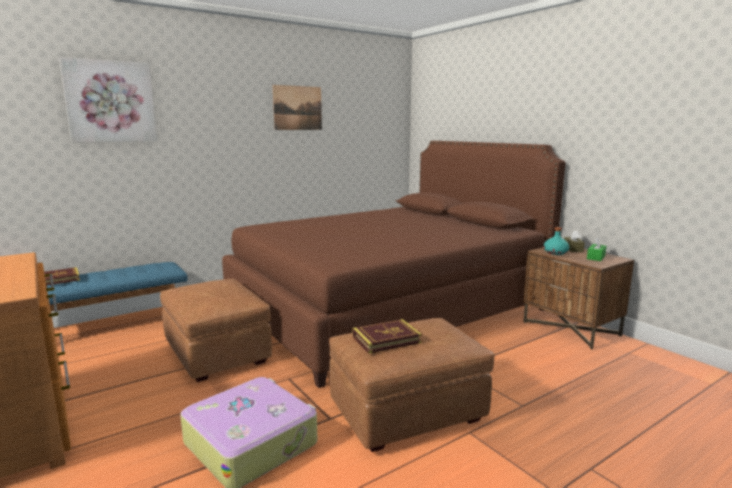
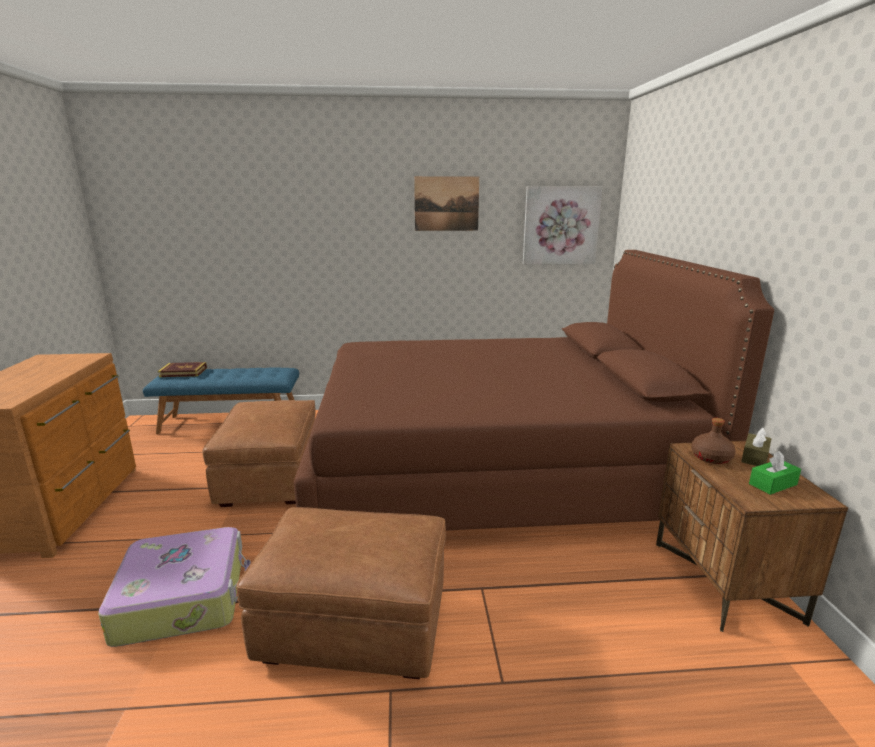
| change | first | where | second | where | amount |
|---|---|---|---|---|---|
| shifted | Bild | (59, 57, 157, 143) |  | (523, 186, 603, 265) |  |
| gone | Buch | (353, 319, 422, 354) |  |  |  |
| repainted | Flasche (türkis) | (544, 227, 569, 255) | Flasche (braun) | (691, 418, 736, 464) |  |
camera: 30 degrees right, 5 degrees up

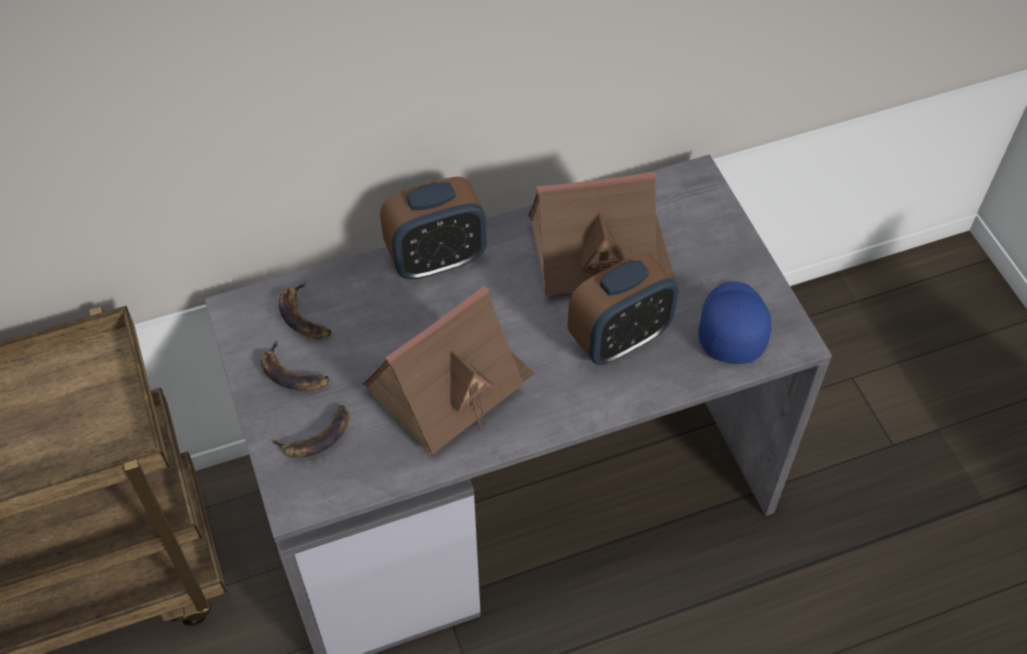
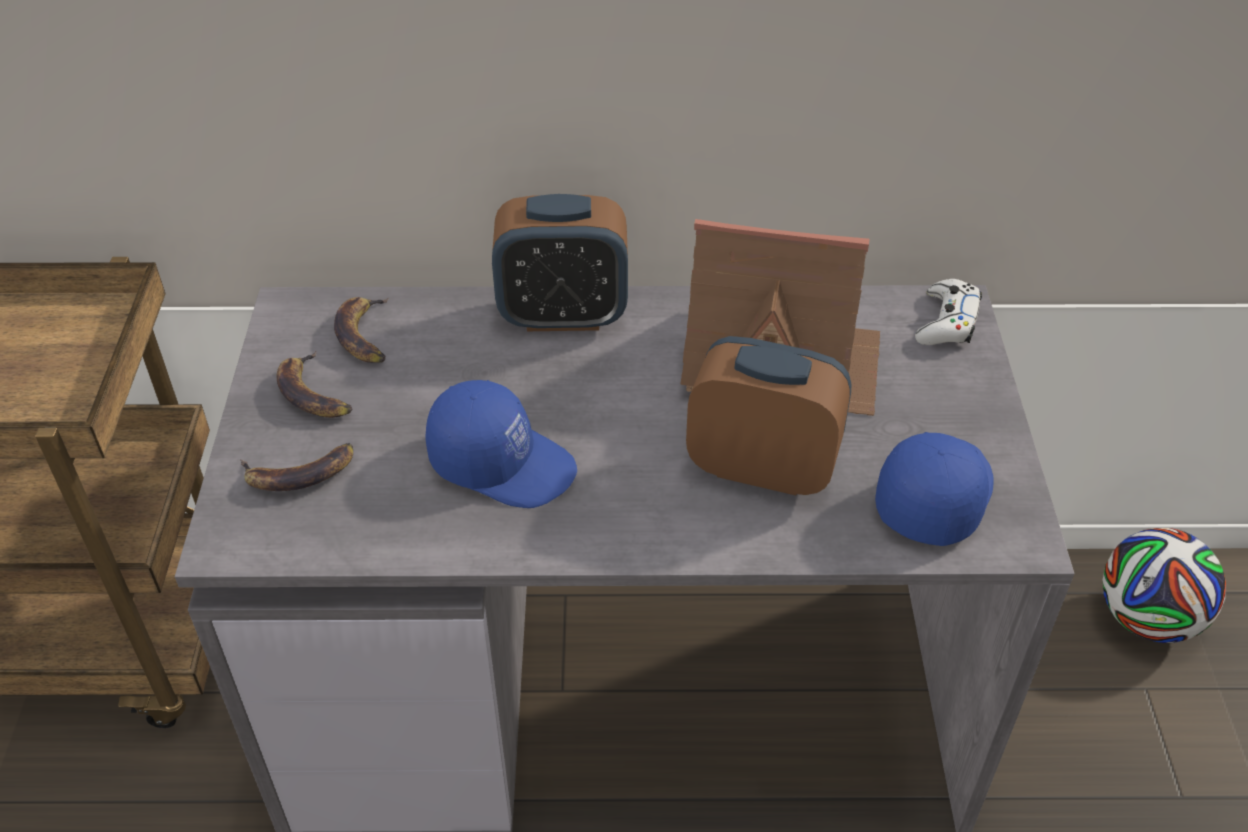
| change | first | where | second | where | amount |
|---|---|---|---|---|---|
| swapped | Spielzeughaus | (362, 286, 535, 455) | Kappe (blau) | (426, 380, 577, 508) |  |
| rotated | Wecker | (568, 252, 678, 365) |  | (686, 336, 851, 495) | 150 degrees counterclockwise |
| new |  |  | Gamepad (weiß) | (915, 279, 982, 345) |  |
| new |  |  | Fußball | (1103, 528, 1226, 643) |  |
camera: 20 degrees right, 10 degrees down

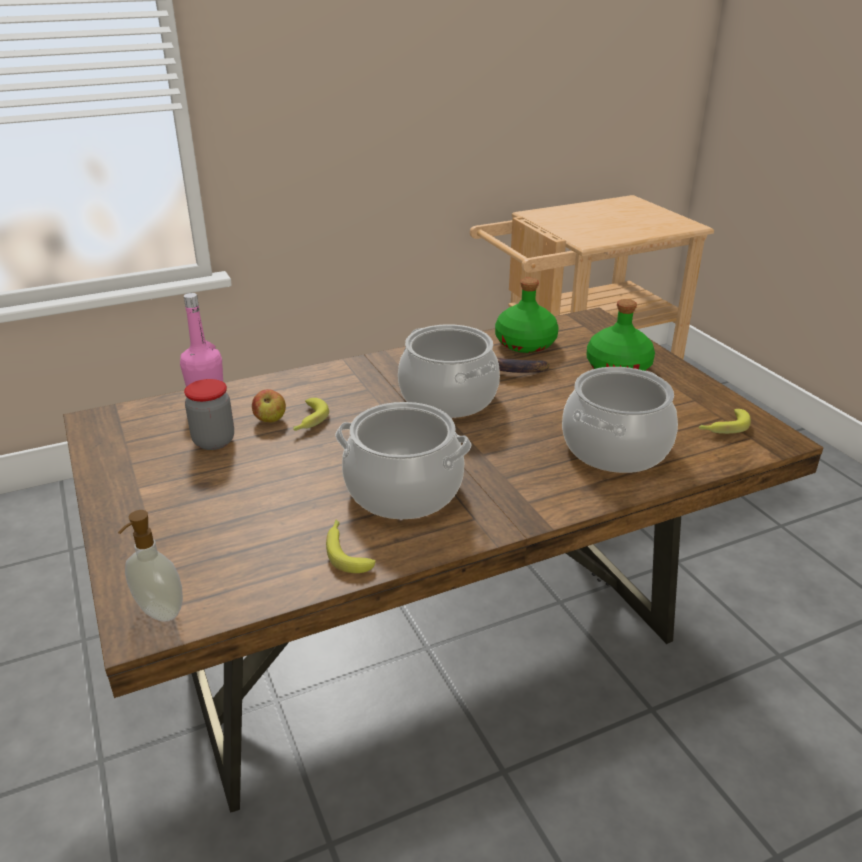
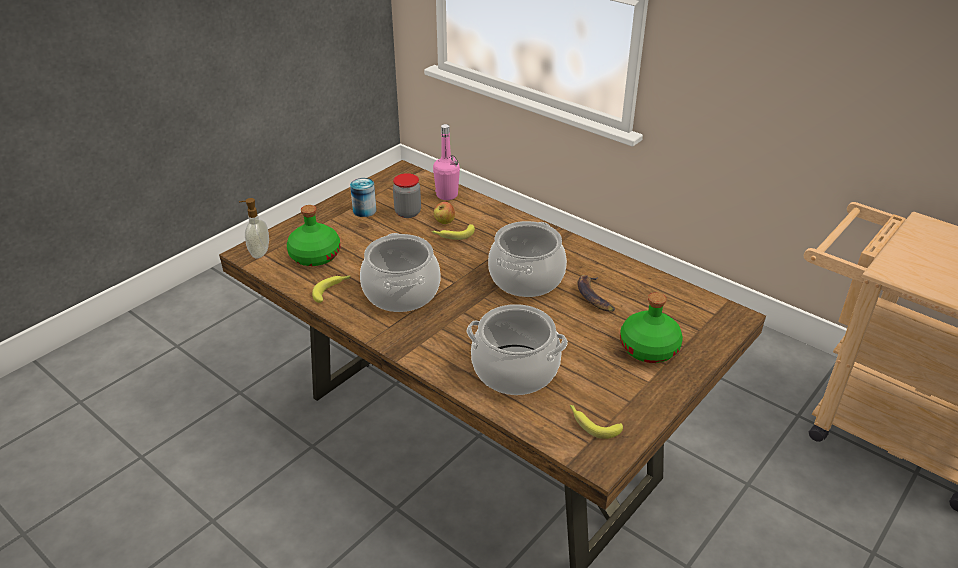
| change | first | where | second | where | amount |
|---|---|---|---|---|---|
| shifted | Flasche (grün) | (495, 278, 559, 353) |  | (287, 205, 340, 266) |  |
| new |  |  | Dose | (350, 178, 376, 217) |  |
camera: 65 degrees right, 5 degrees up

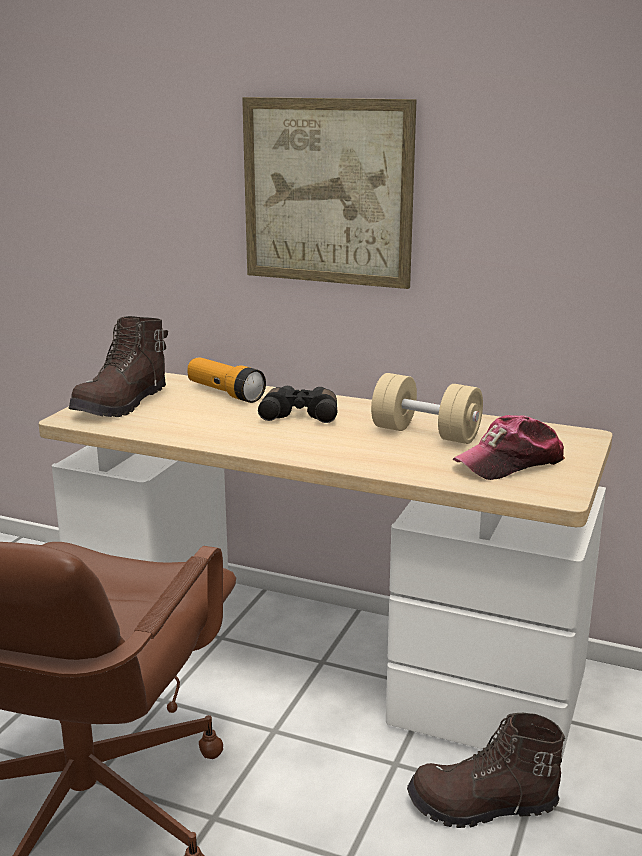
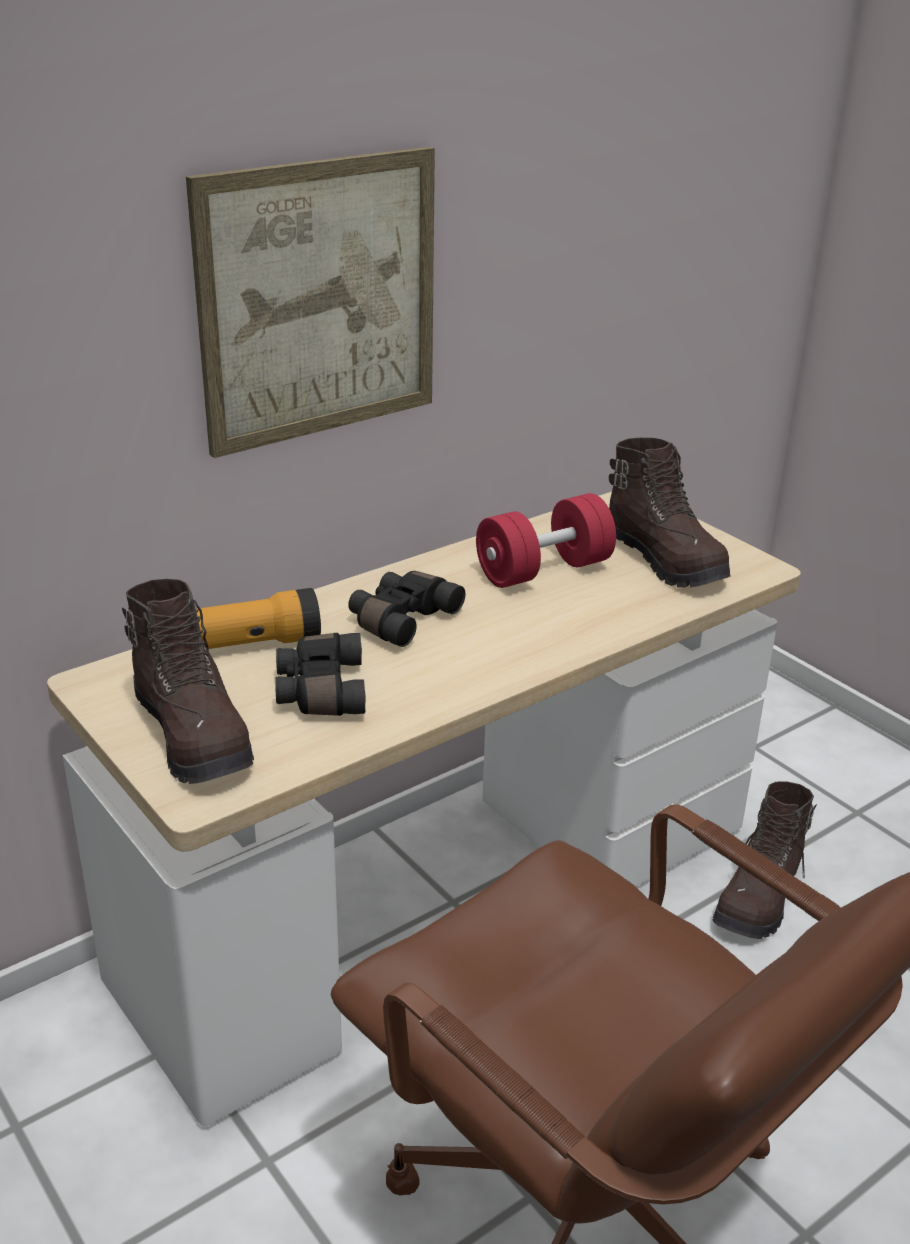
| change | first | where | second | where | amount |
|---|---|---|---|---|---|
| repainted | Hantel (beige) | (371, 373, 483, 444) | Hantel (rot) | (476, 493, 616, 588) |  |
| swapped | Kappe | (453, 415, 565, 480) | Stiefel (braun) | (609, 438, 731, 588) |  |
| new |  |  | Fernglas (schwarz) | (275, 633, 366, 716) |  |
camera: 60 degrees left, 10 degrees up

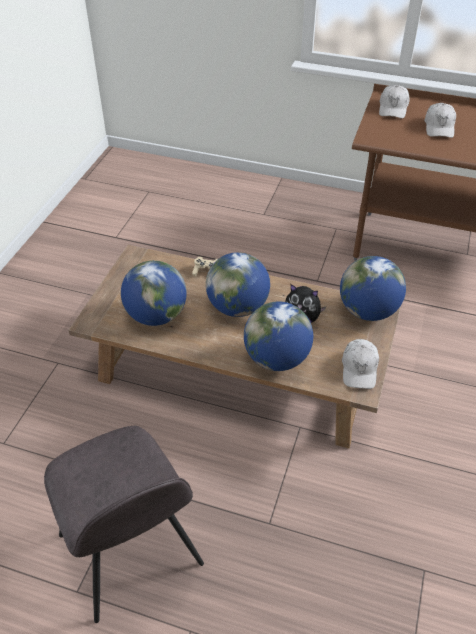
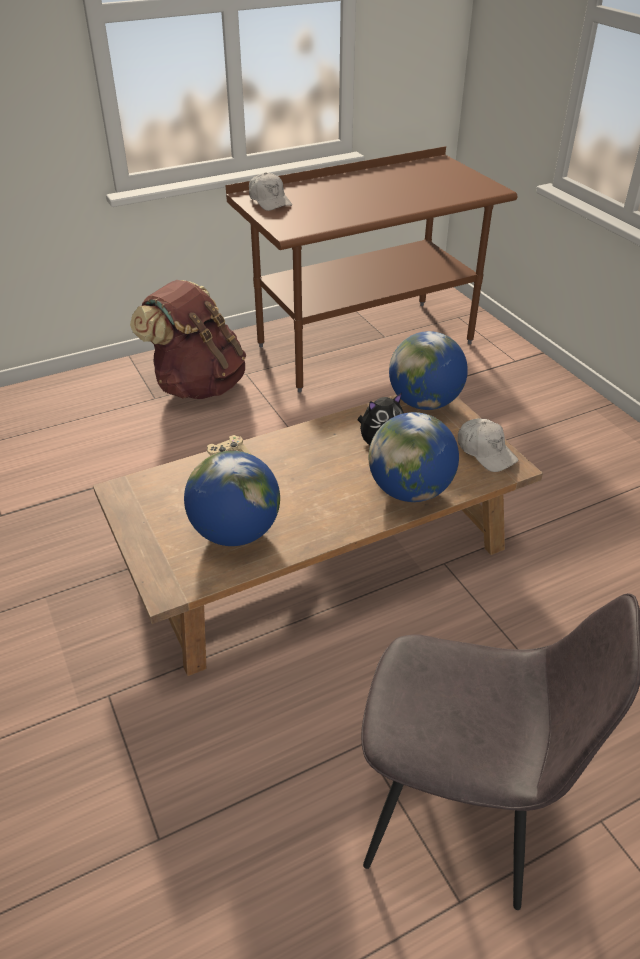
| change | first | where | second | where | amount |
|---|---|---|---|---|---|
| gone | Globus | (206, 252, 270, 317) |  |  |  |
| gone | Kappe (weiß) | (424, 103, 456, 138) |  |  |  |
| new |  |  | Rucksack (braun) | (130, 280, 246, 399) |  |
camera: 45 degrees left, 5 degrees down

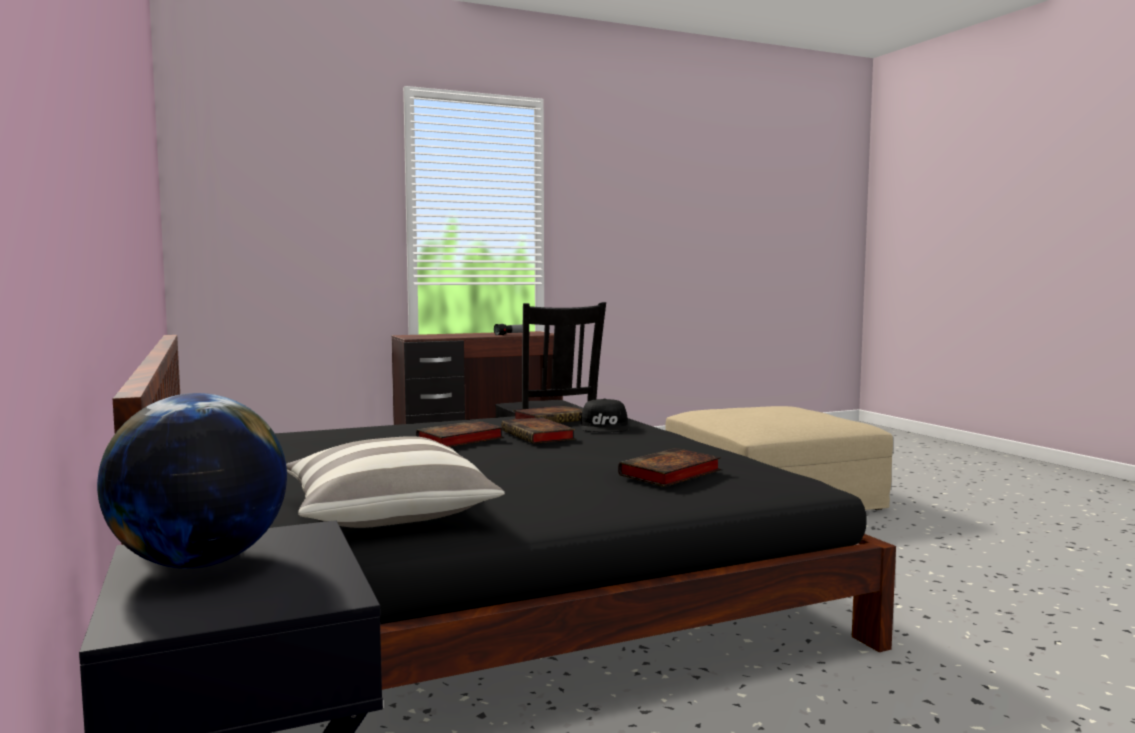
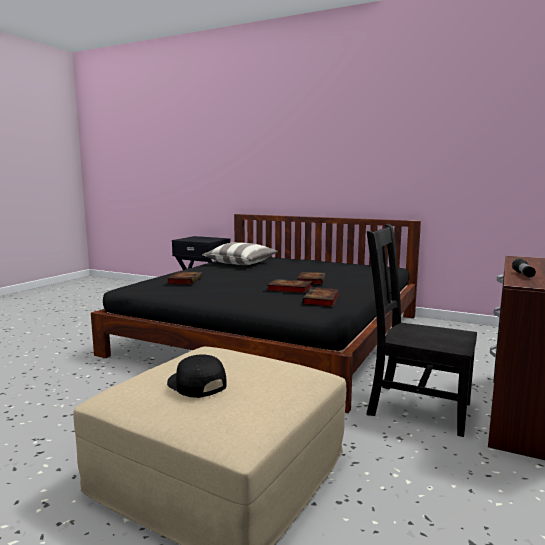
| change | first | where | second | where | amount |
|---|---|---|---|---|---|
| gone | Globus | (97, 393, 287, 568) |  |  |  |
| shifted | Kappe (schwarz) | (581, 398, 629, 432) |  | (167, 354, 227, 398) |  |
camera: 140 degrees right, 5 degrees up

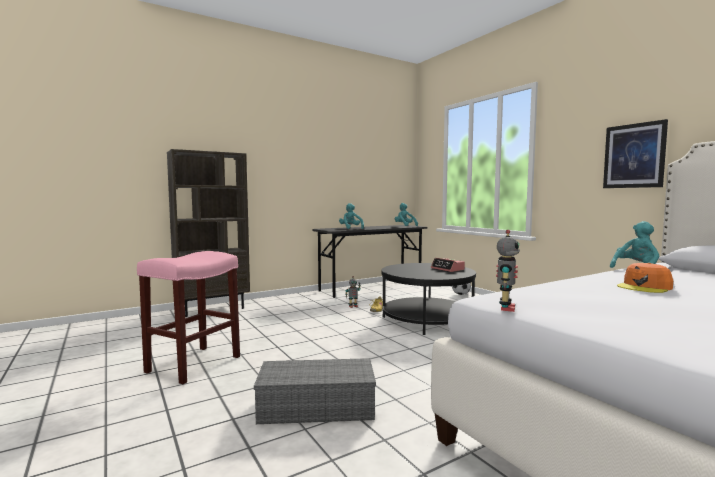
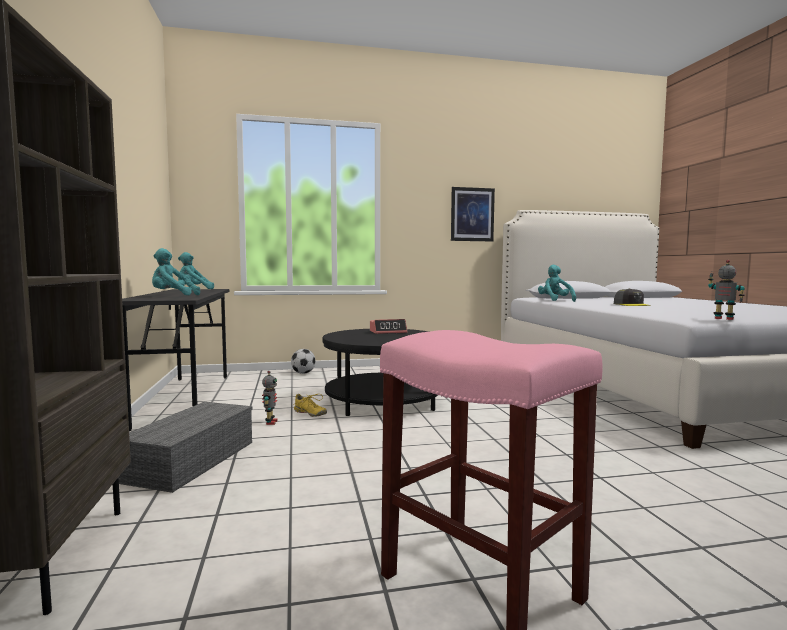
| change | first | where | second | where | amount |
|---|---|---|---|---|---|
| shifted | Aufbewahrungsbox (grau) | (254, 358, 376, 424) |  | (119, 402, 253, 493) |  |
| repainted | Kappe (orange) | (617, 263, 673, 293) | Kappe (grau) | (614, 288, 651, 306) |  |
camera: 70 degrees left, 0 degrees up

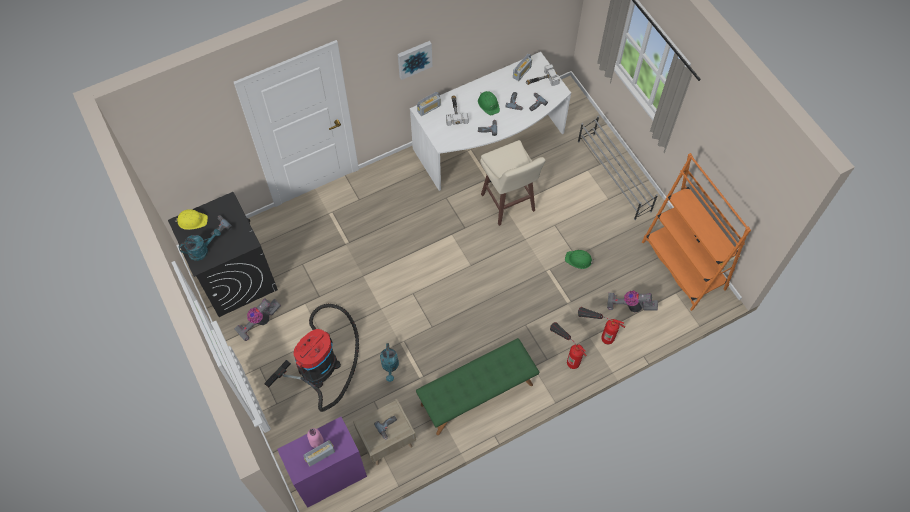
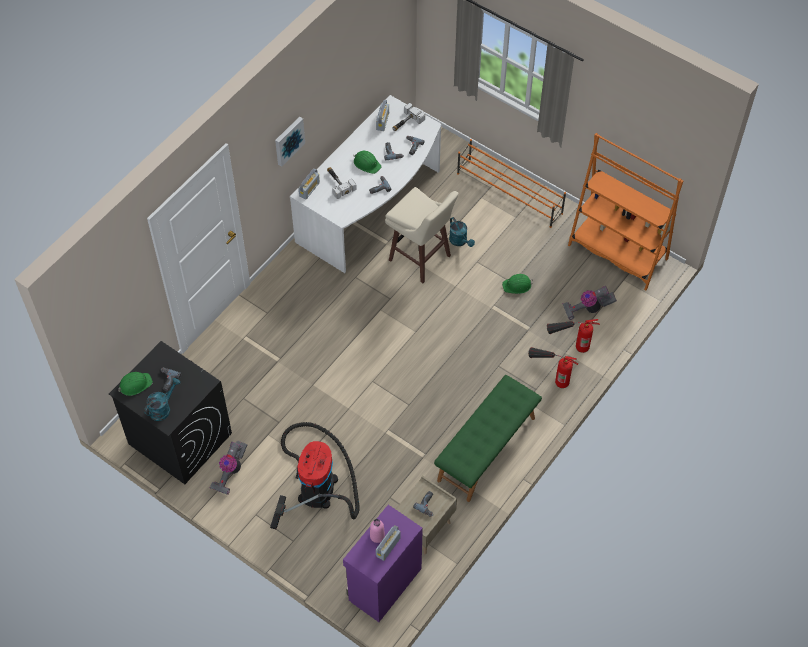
| change | first | where | second | where | amount |
|---|---|---|---|---|---|
| repainted | Schutzhelm (gelb) | (175, 209, 208, 230) | Schutzhelm (grün) | (118, 372, 153, 396) |  |
| shifted | Gießkanne (türkis) | (380, 343, 399, 382) |  | (449, 217, 475, 247) |  |
| repainted | Schuhregal (grau) | (578, 116, 658, 220) | Schuhregal (orange) | (457, 139, 566, 228) |  |
camera: 25 degrees left, 5 degrees down

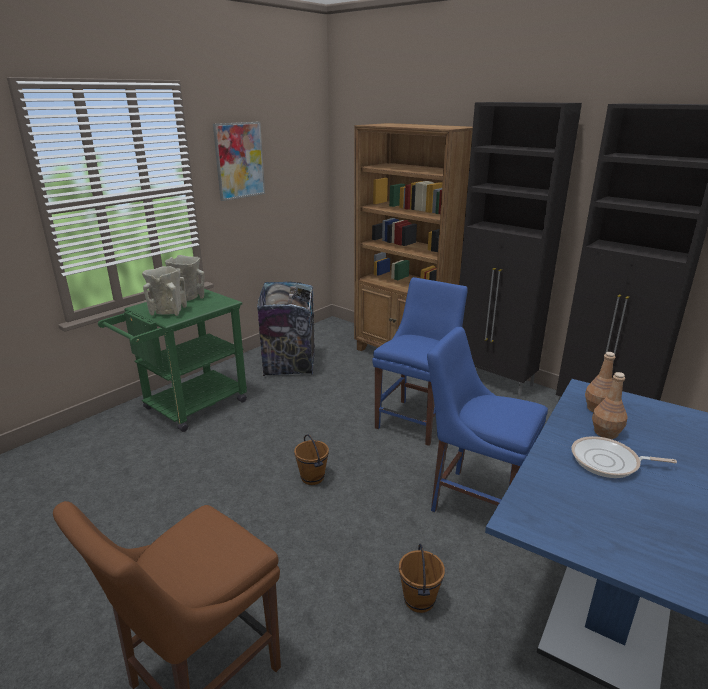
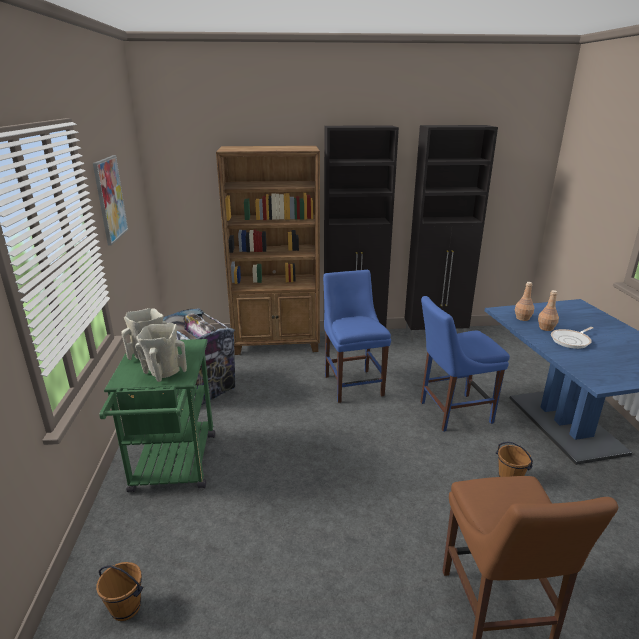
| change | first | where | second | where | amount |
|---|---|---|---|---|---|
| shifted | Eimer (braun) | (294, 434, 329, 485) |  | (96, 562, 143, 621) |  |
camera: 45 degrees left, 0 degrees up

